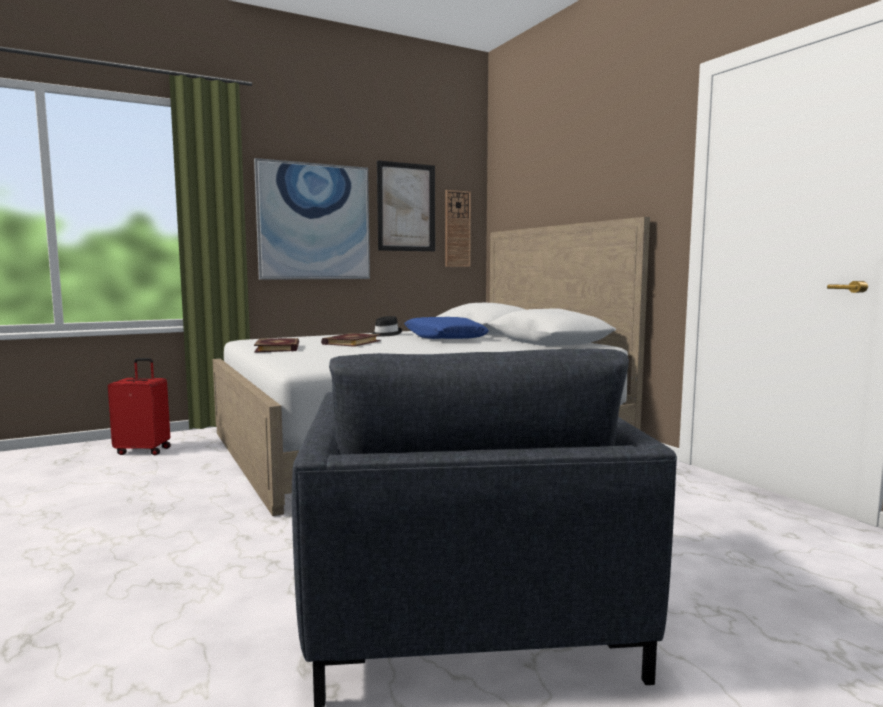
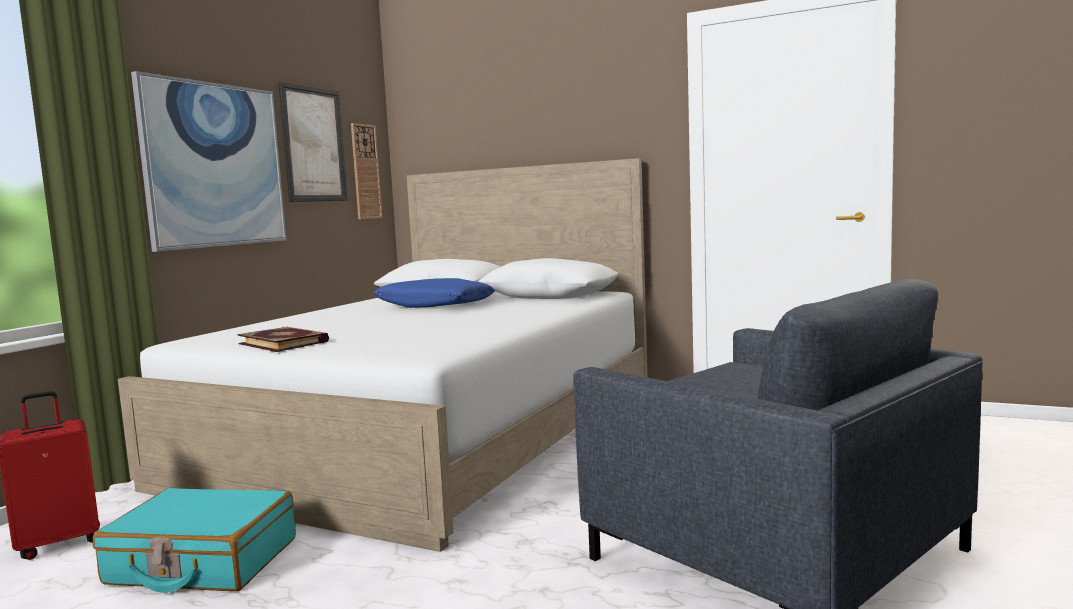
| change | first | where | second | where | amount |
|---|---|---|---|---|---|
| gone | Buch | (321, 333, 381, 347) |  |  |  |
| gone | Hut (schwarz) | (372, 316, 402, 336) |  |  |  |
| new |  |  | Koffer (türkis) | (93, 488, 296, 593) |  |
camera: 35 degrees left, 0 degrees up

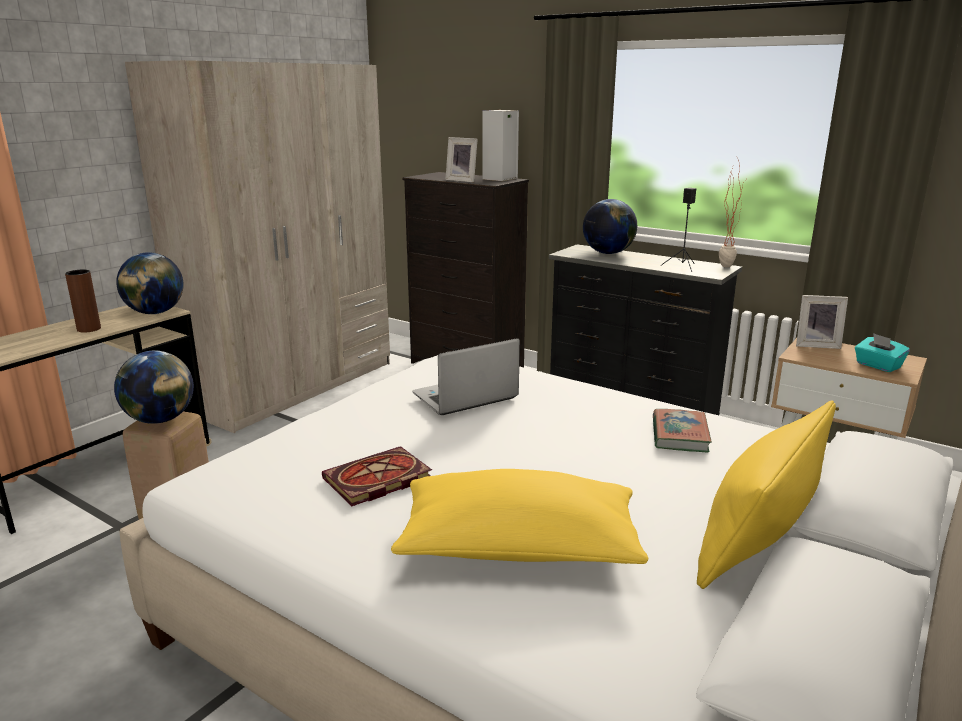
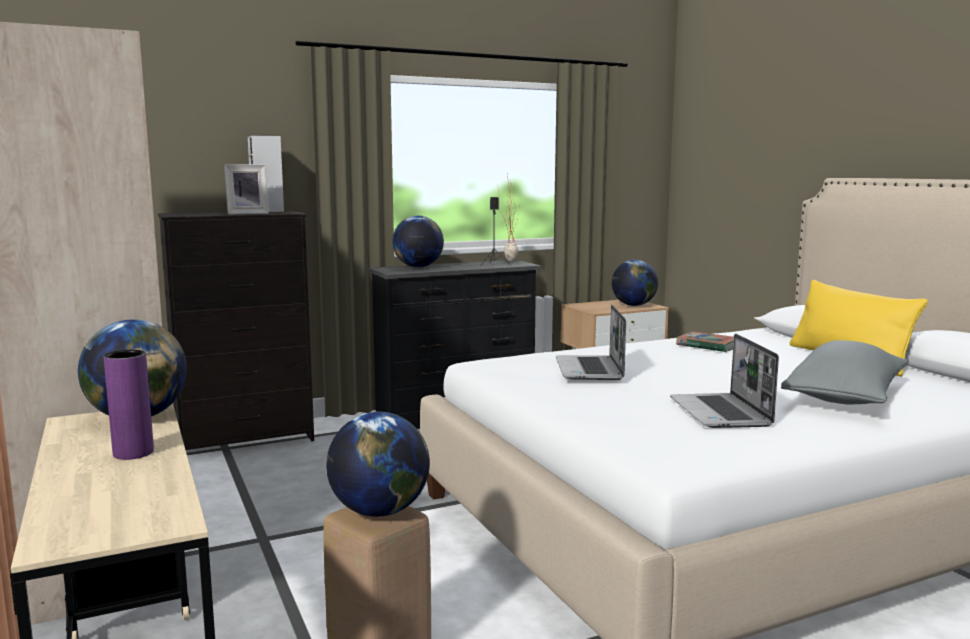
| change | first | where | second | where | amount |
|---|---|---|---|---|---|
| repainted | Vase (braun) | (65, 270, 101, 333) | Vase (lila) | (104, 350, 154, 460) |  |
| swapped | Buch | (322, 446, 432, 506) | Laptop | (670, 334, 779, 428) |  |
| repainted | Kissen (gelb) | (391, 469, 648, 564) | Kissen (grau) | (781, 340, 909, 405) |  |
| gone | Bilderrahmen | (796, 295, 848, 349) |  |  |  |
| swapped | Taschentuchbox (türkis) | (855, 333, 910, 372) | Globus | (612, 260, 658, 306) |  |
camera: 60 degrees left, 10 degrees down

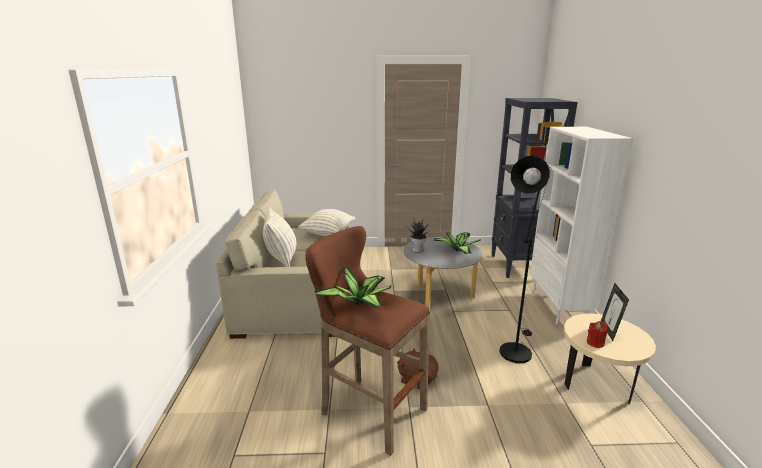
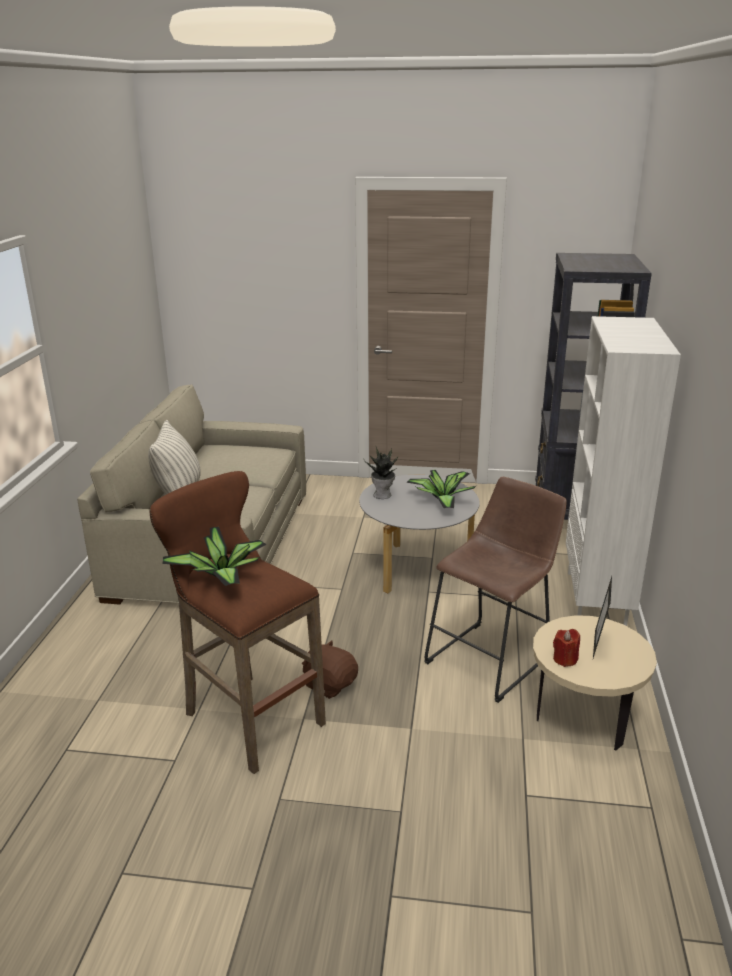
| change | first | where | second | where | amount |
|---|---|---|---|---|---|
| gone | Kissen | (298, 209, 356, 236) |  |  |  |
| swapped | Stehlampe (schwarz) | (499, 156, 551, 363) | Hocker (braun) | (425, 477, 567, 703) |  |
camera: 10 degrees right, 5 degrees up

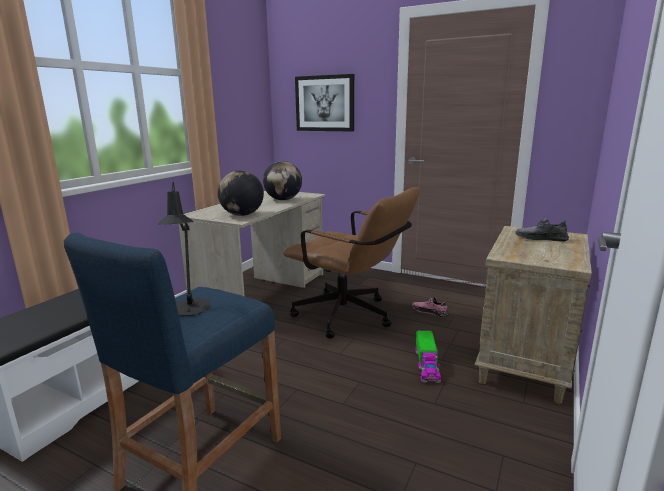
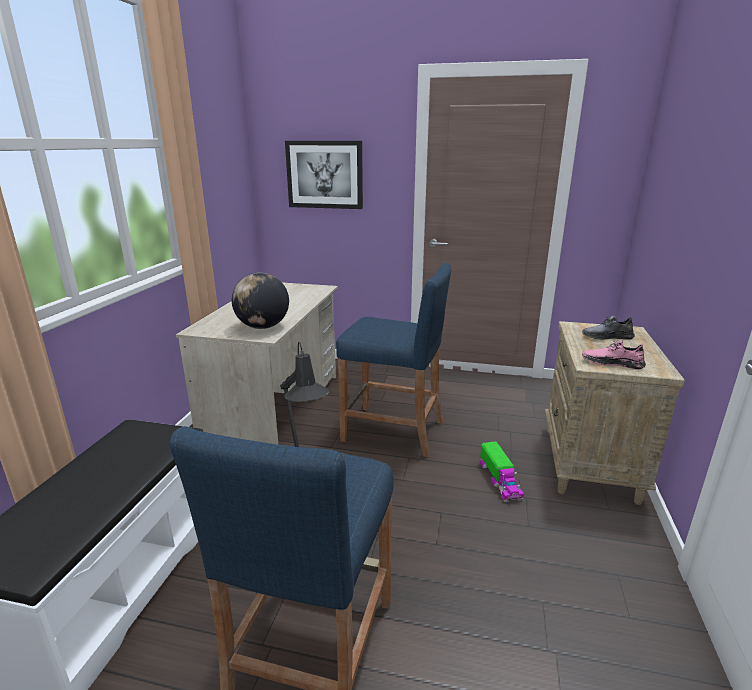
| change | first | where | second | where | amount |
|---|---|---|---|---|---|
| gone | Globus | (263, 161, 302, 200) |  |  |  |
| swapped | Bürostuhl (braun) | (283, 187, 420, 339) | Hocker (blau) | (336, 263, 451, 457) |  |
| shifted | Schuh (rosa) | (412, 297, 449, 317) |  | (582, 340, 646, 369) |  |
camera: 15 degrees left, 5 degrees up

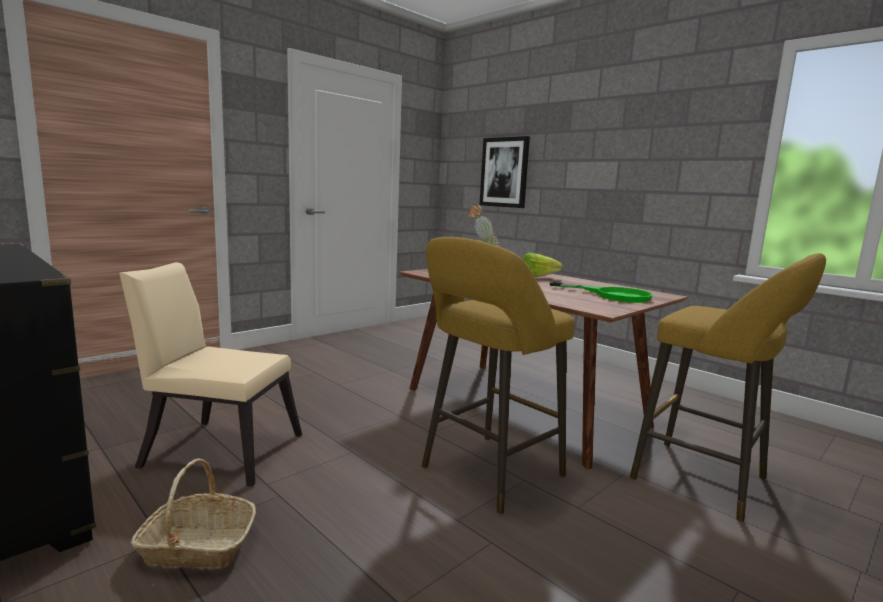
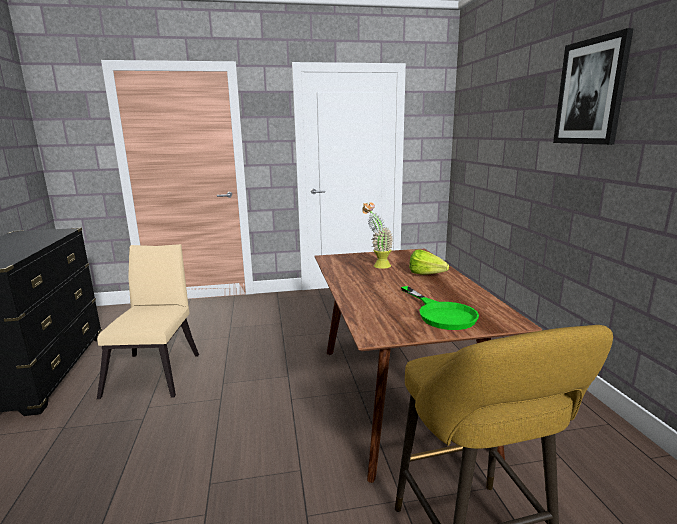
| change | first | where | second | where | amount |
|---|---|---|---|---|---|
| rotated | Stuhl (beige) | (119, 262, 302, 487) |  | (97, 244, 199, 399) | 45 degrees clockwise |
| gone | Korb | (131, 458, 256, 569) |  |  |  |
| gone | Hocker (gelb) | (422, 237, 575, 514) |  |  |  |
| shifted | Bild | (479, 136, 530, 208) |  | (553, 28, 634, 145) |  |
camera: 35 degrees right, 5 degrees up

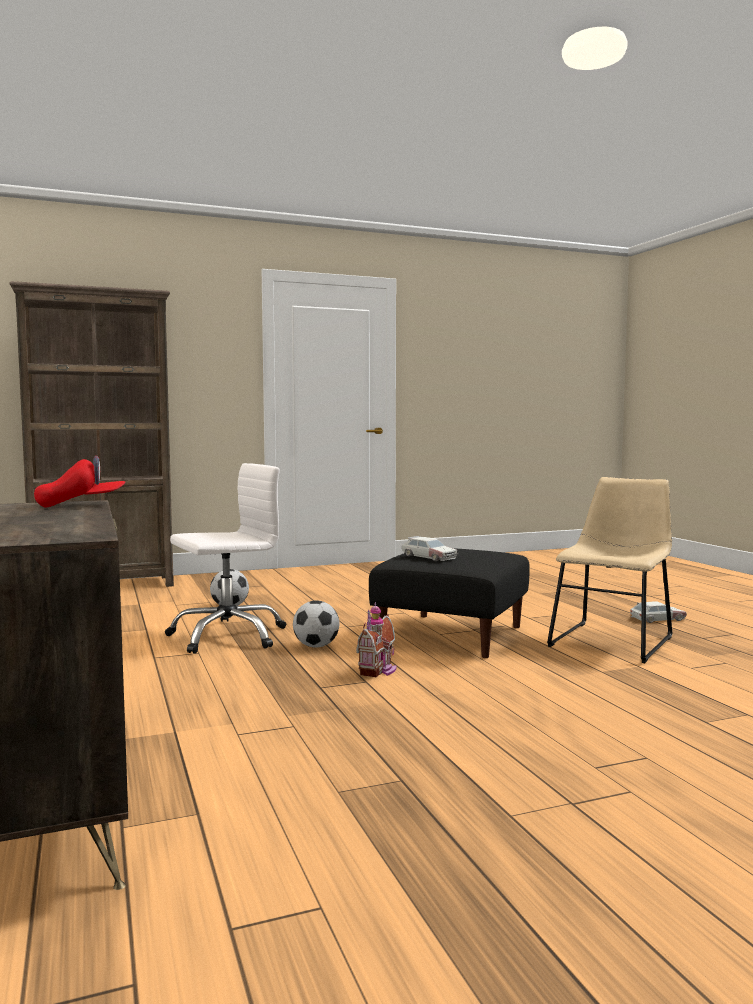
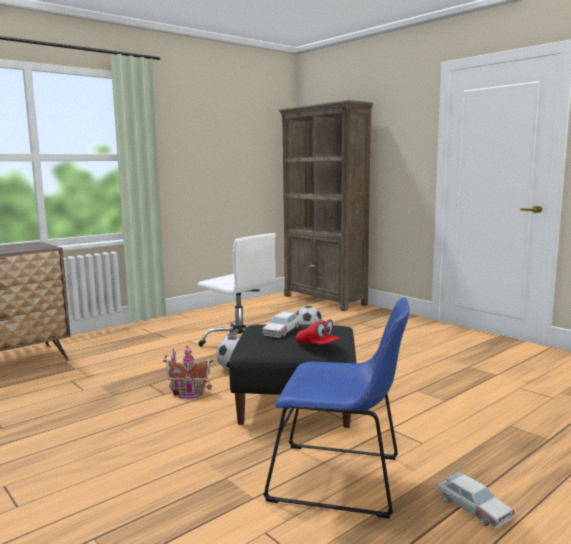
| change | first | where | second | where | amount |
|---|---|---|---|---|---|
| shifted | Kappe (rot) | (34, 456, 126, 508) |  | (296, 319, 341, 345) |  |
| repainted | Stuhl (beige) | (547, 477, 673, 663) | Stuhl (blau) | (263, 297, 410, 519) |  |
camera: 70 degrees right, 5 degrees up

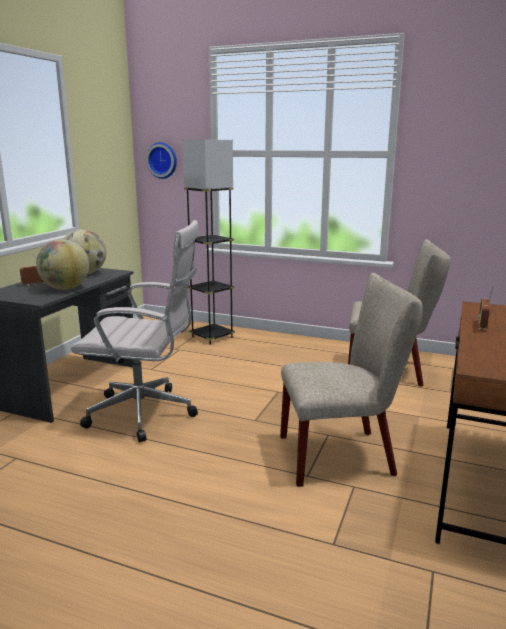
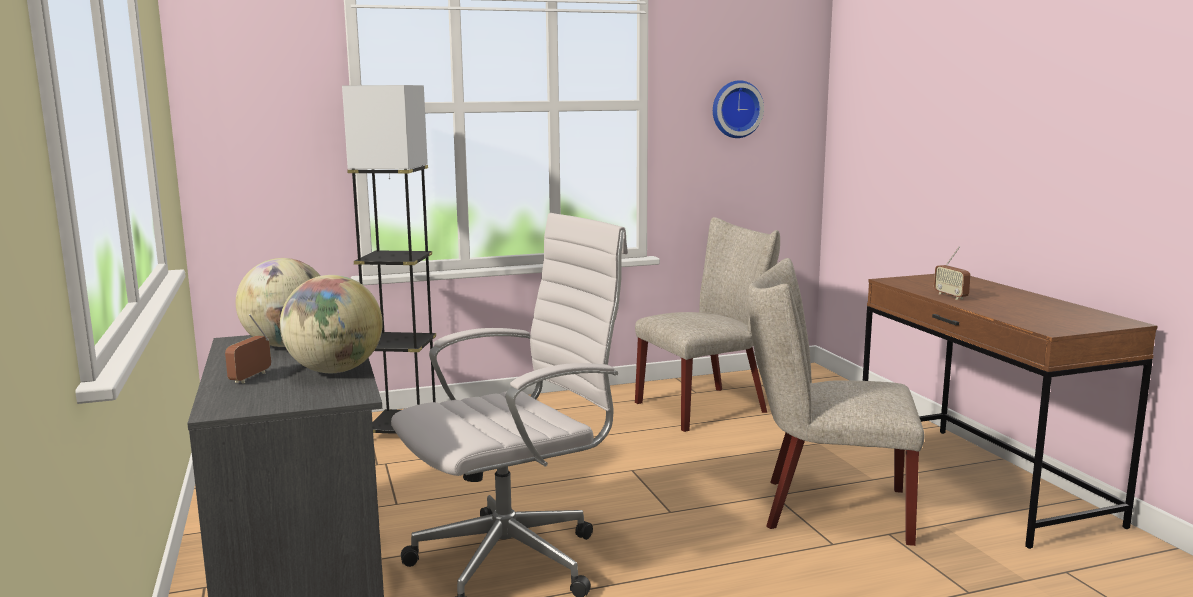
| change | first | where | second | where | amount |
|---|---|---|---|---|---|
| shifted | Wanduhr | (146, 142, 177, 179) |  | (713, 80, 764, 138) |  |
| rotated | Stuhl (beige) | (280, 273, 423, 487) |  | (748, 258, 925, 546) | 120 degrees counterclockwise |
camera: 40 degrees left, 5 degrees down

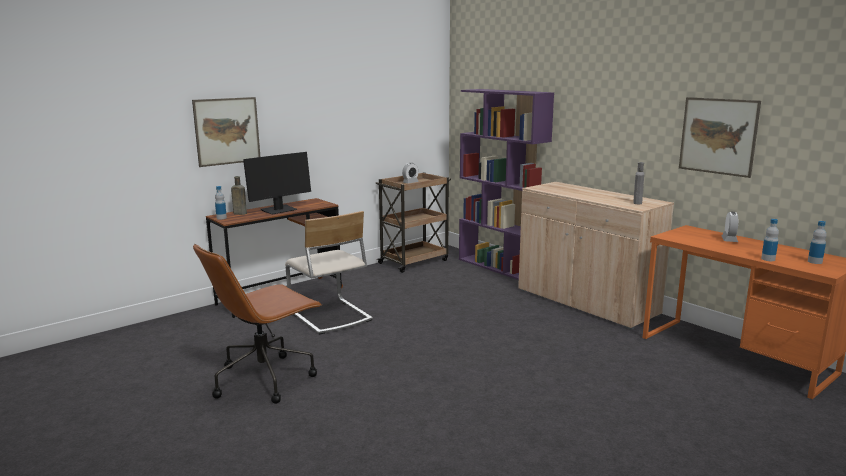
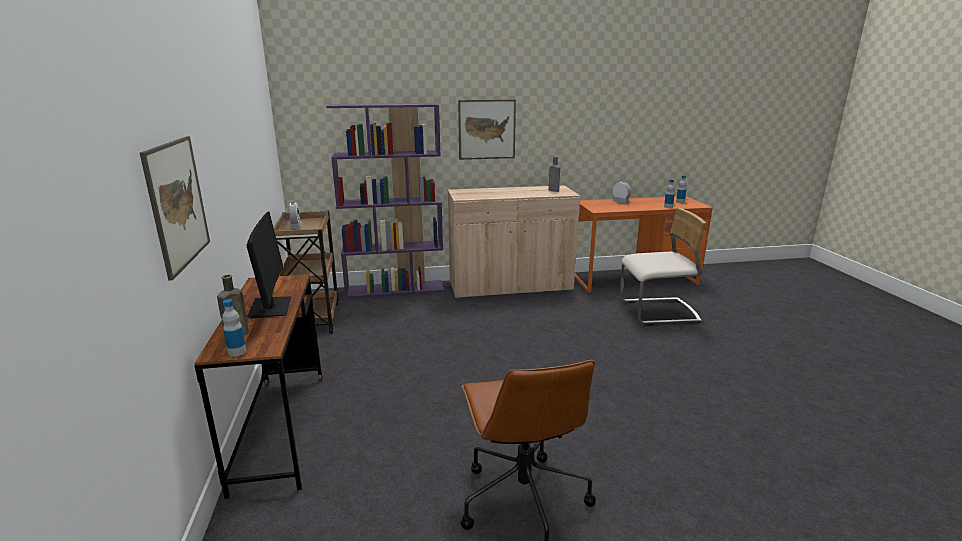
| change | first | where | second | where | amount |
|---|---|---|---|---|---|
| shifted | Stuhl (beige) | (285, 211, 373, 335) |  | (620, 208, 706, 325) |  |
| shifted | Bild | (679, 97, 761, 178) |  | (458, 100, 516, 160) |  |
camera: 60 degrees left, 5 degrees up

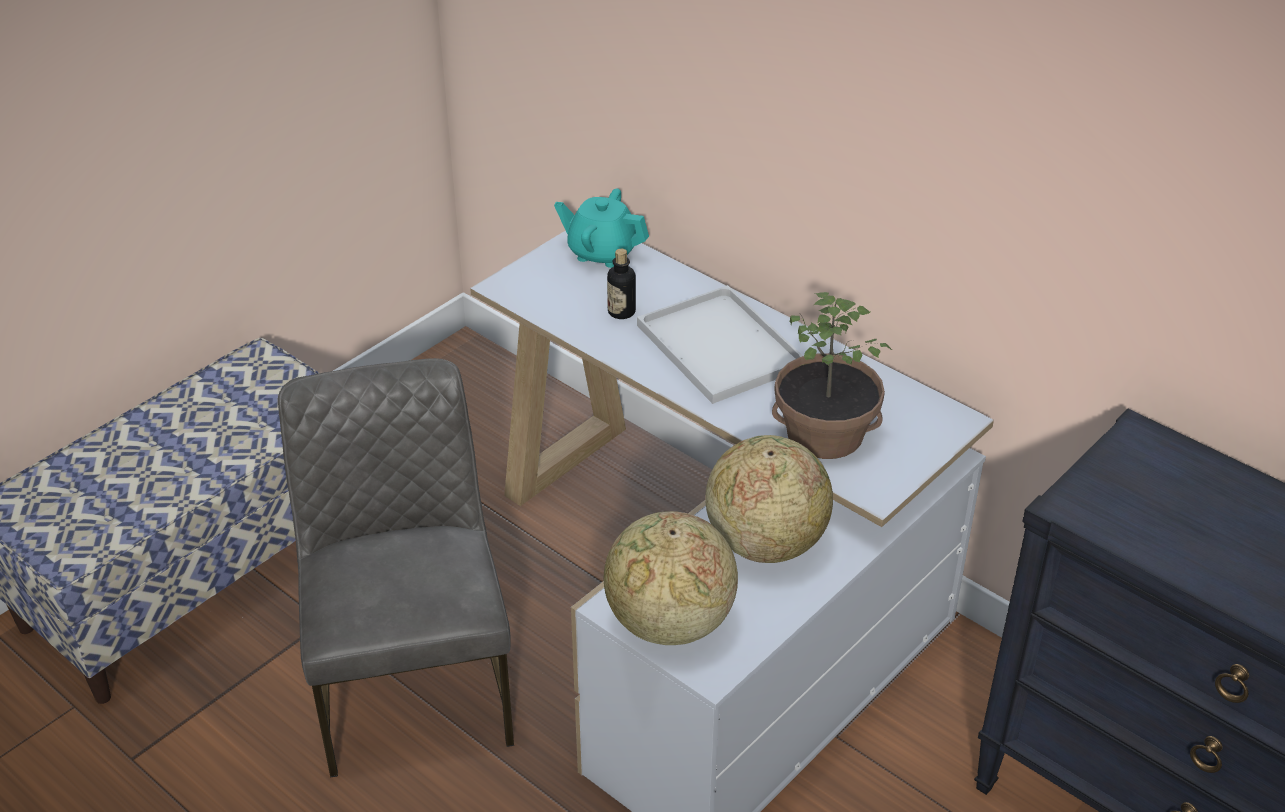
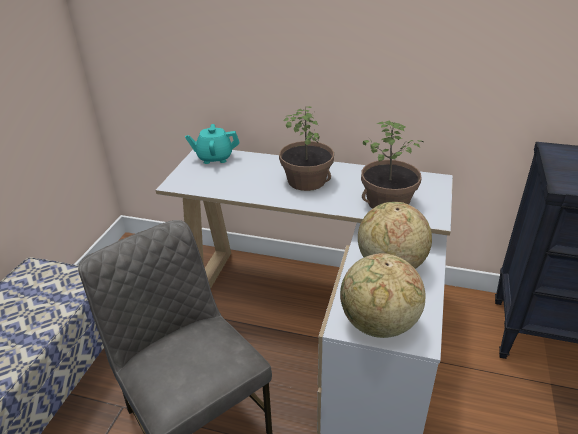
| change | first | where | second | where | amount |
|---|---|---|---|---|---|
| gone | Flasche | (607, 249, 636, 319) |  |  |  |
| swapped | Tablett (weiß) | (637, 285, 803, 404) | Topfpflanze | (279, 106, 334, 191) |  |
camera: 25 degrees left, 5 degrees down

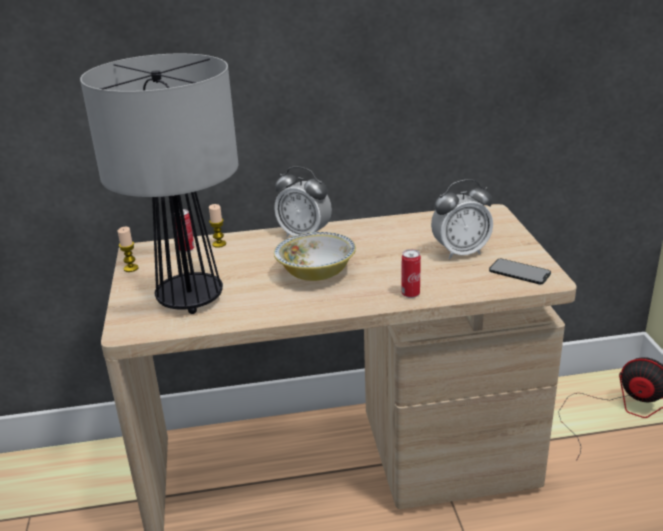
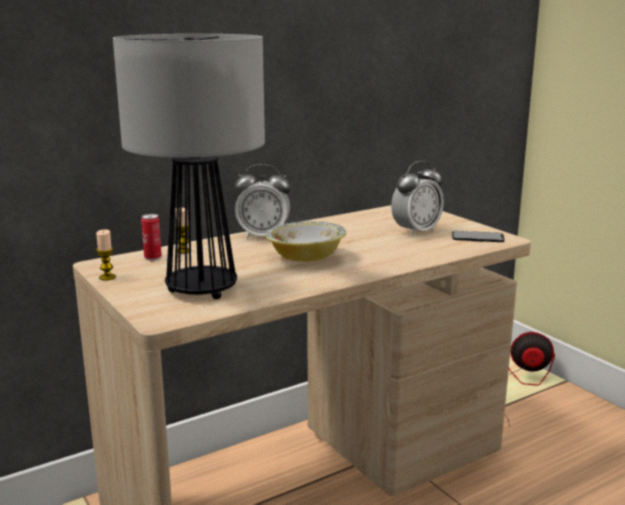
| change | first | where | second | where | amount |
|---|---|---|---|---|---|
| gone | Dose | (402, 249, 421, 298) |  |  |  |
camera: 25 degrees left, 10 degrees down

